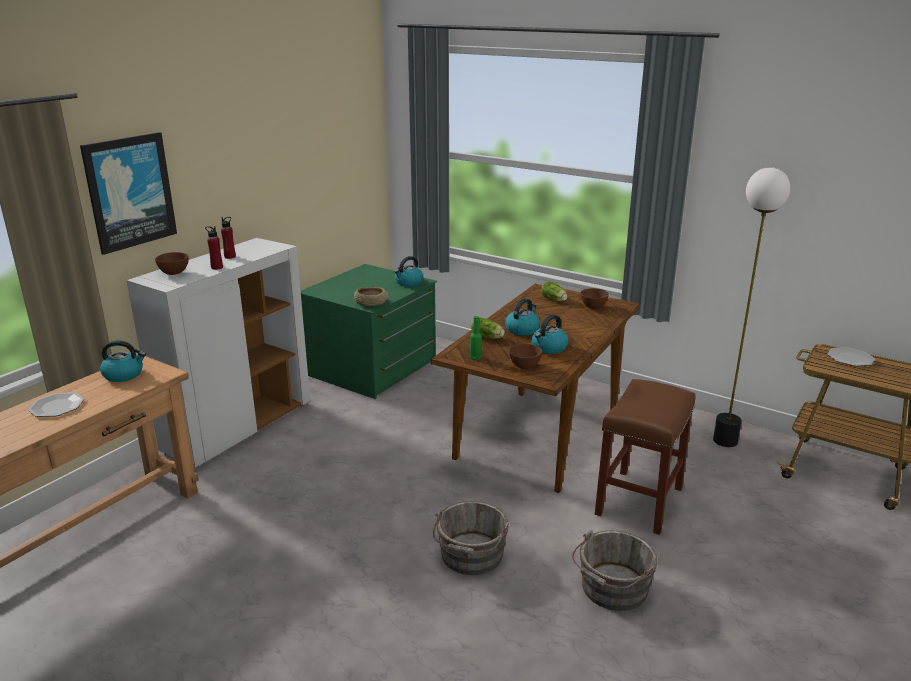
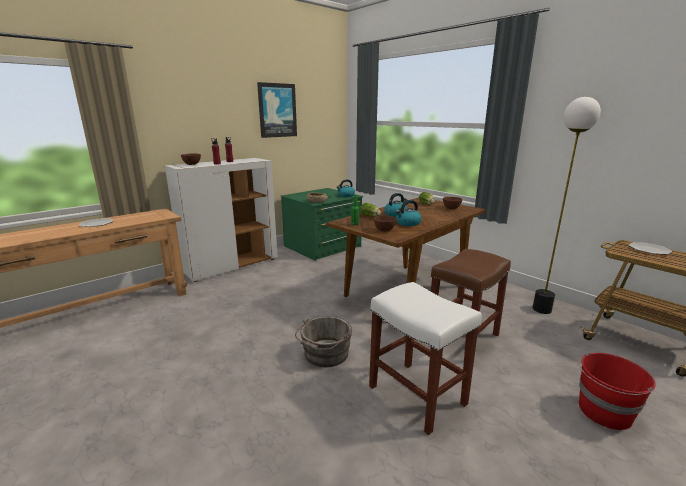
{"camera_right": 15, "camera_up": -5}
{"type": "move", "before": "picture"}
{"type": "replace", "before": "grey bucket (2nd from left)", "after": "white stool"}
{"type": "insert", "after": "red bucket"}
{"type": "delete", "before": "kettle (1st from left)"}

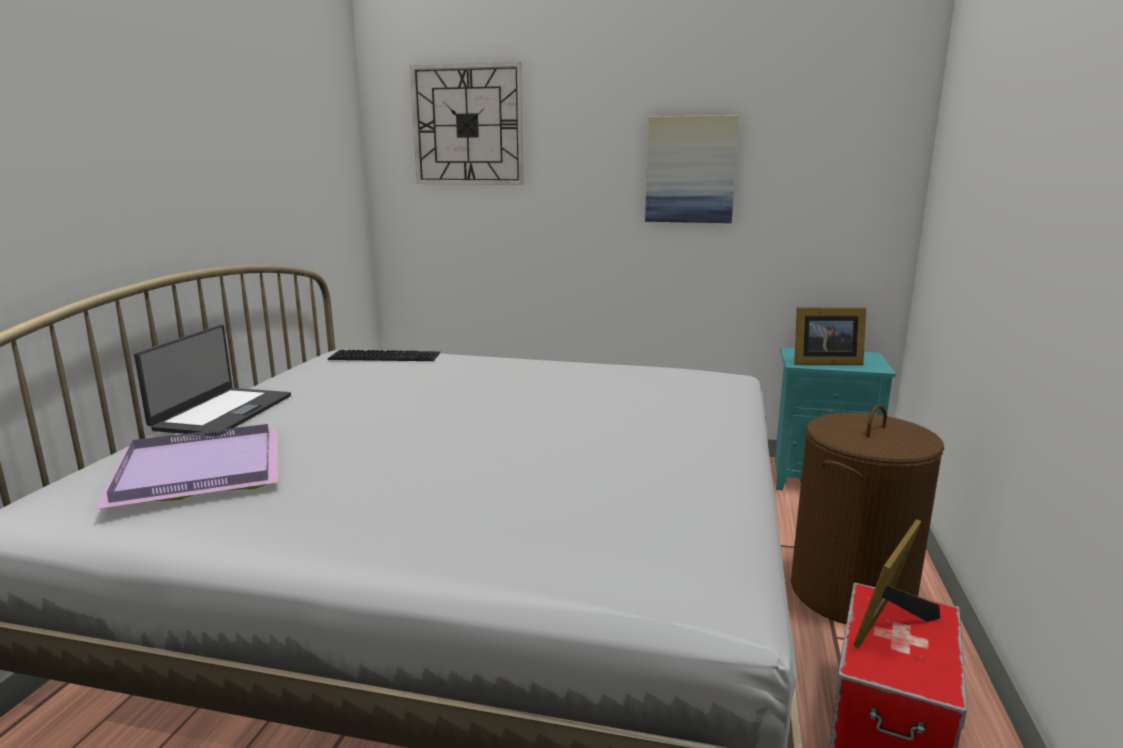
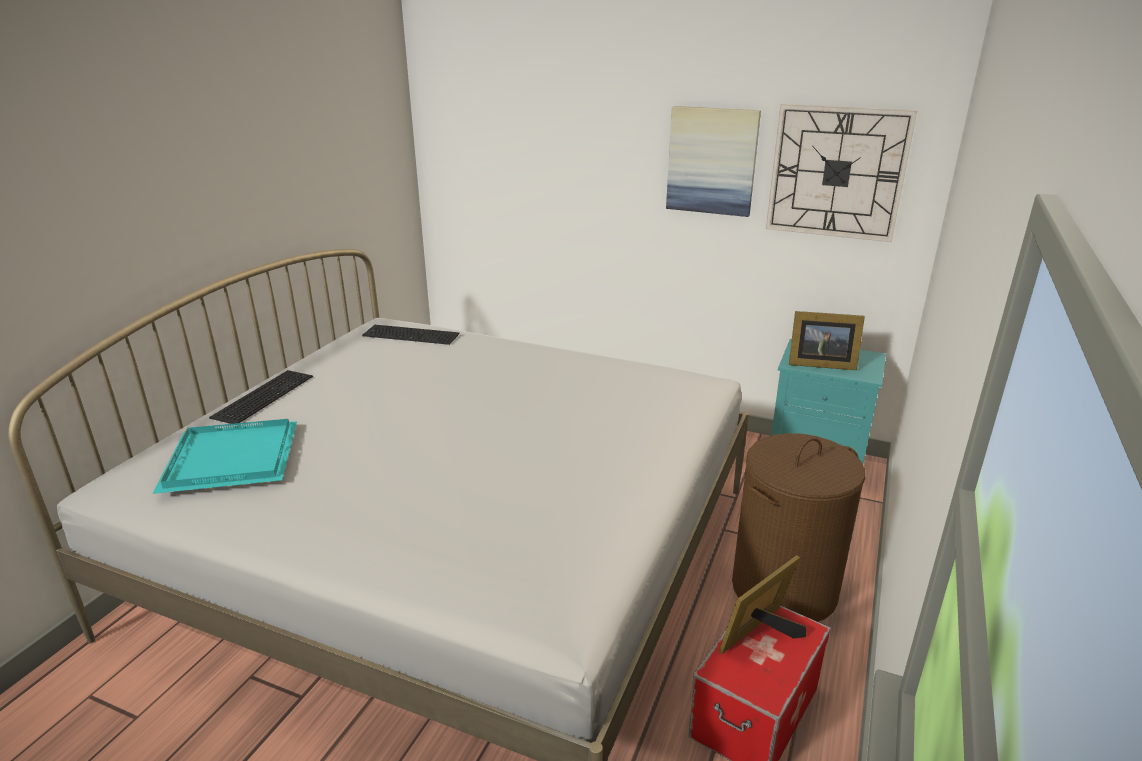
{"camera_right": 10, "camera_up": 10}
{"type": "recolor", "before": "purple tray", "after": "turquoise tray"}
{"type": "replace", "before": "laptop", "after": "keyboard (1st from left)"}
{"type": "move", "before": "wall clock"}

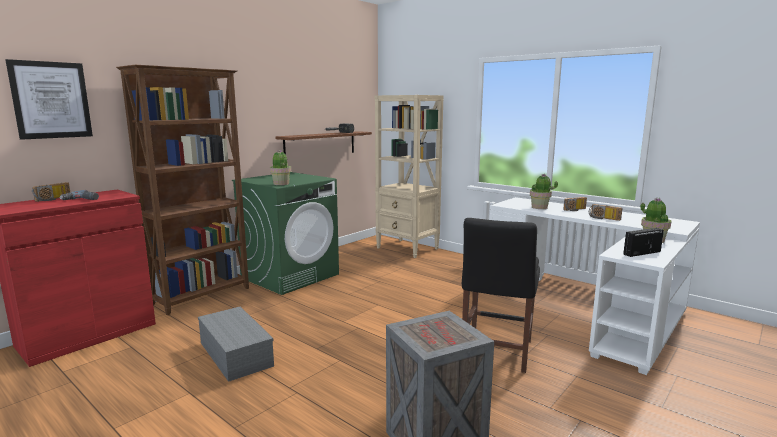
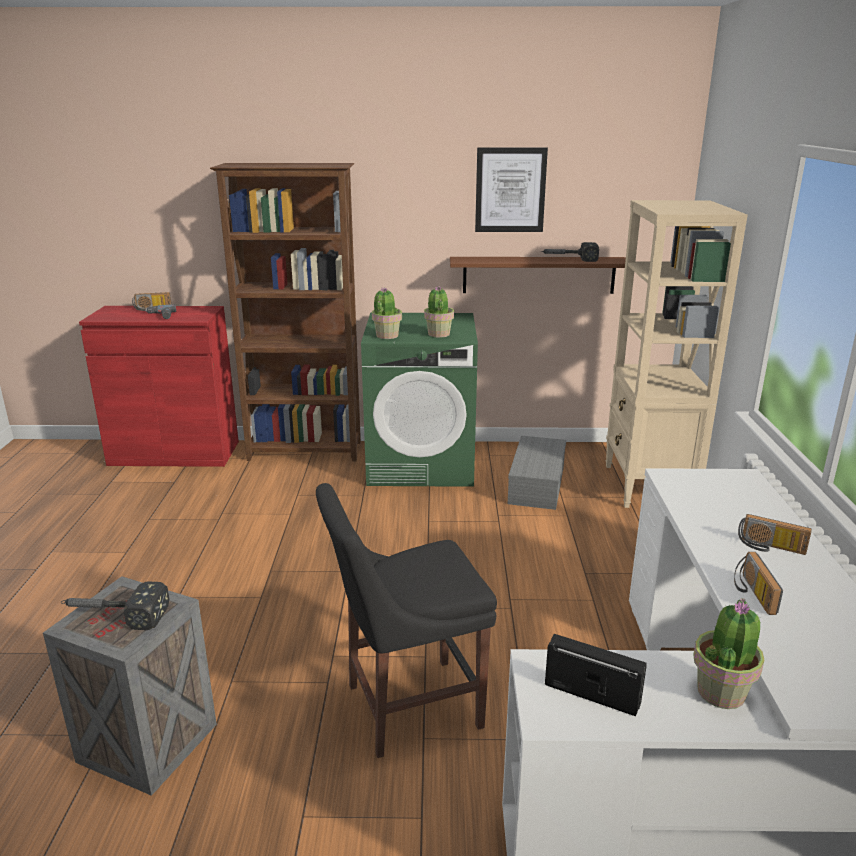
{"camera_right": 50, "camera_up": 10}
{"type": "insert", "after": "hammer (1st from left)"}
{"type": "move", "before": "potted plant (2nd from left)"}
{"type": "move", "before": "picture"}
{"type": "move", "before": "grey storage box"}

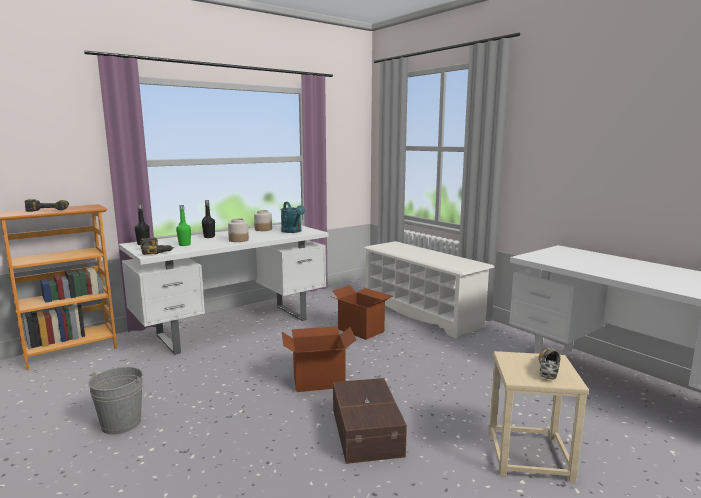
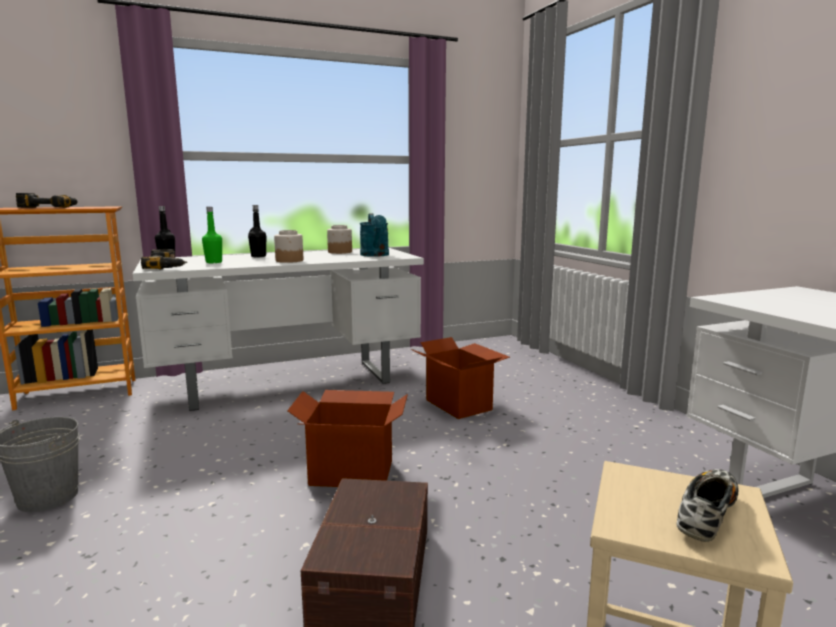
{"camera_right": 15, "camera_up": 0}
{"type": "delete", "before": "white shoe rack"}

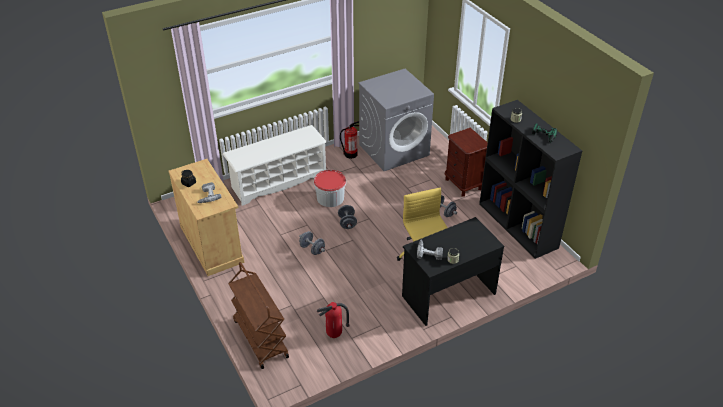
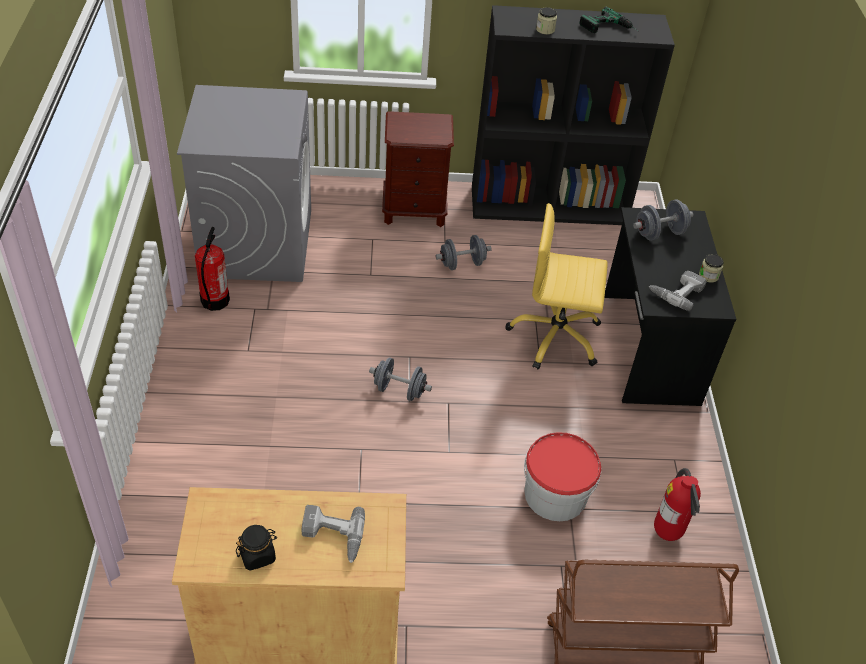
{"camera_right": -65, "camera_up": 5}
{"type": "move", "before": "bucket"}
{"type": "move", "before": "grey dumbbell (1st from left in the first image)", "after": "grey dumbbell (3rd from left)"}
{"type": "delete", "before": "white shoe rack"}

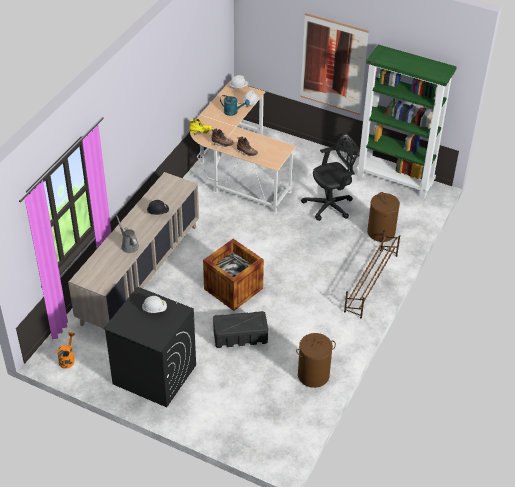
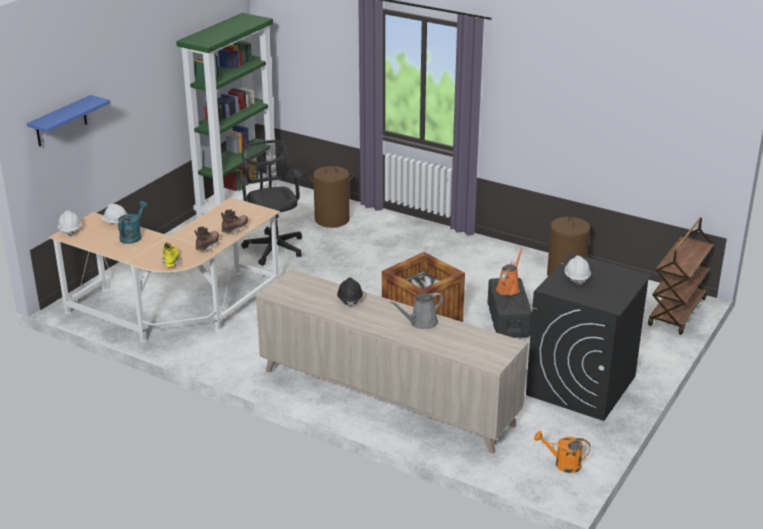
{"camera_right": -85, "camera_up": -15}
{"type": "insert", "after": "blue shelf"}
{"type": "insert", "after": "orange watering can (1st from left)"}
{"type": "insert", "after": "brown cart"}
{"type": "delete", "before": "picture"}
{"type": "delete", "before": "brown shoe rack"}

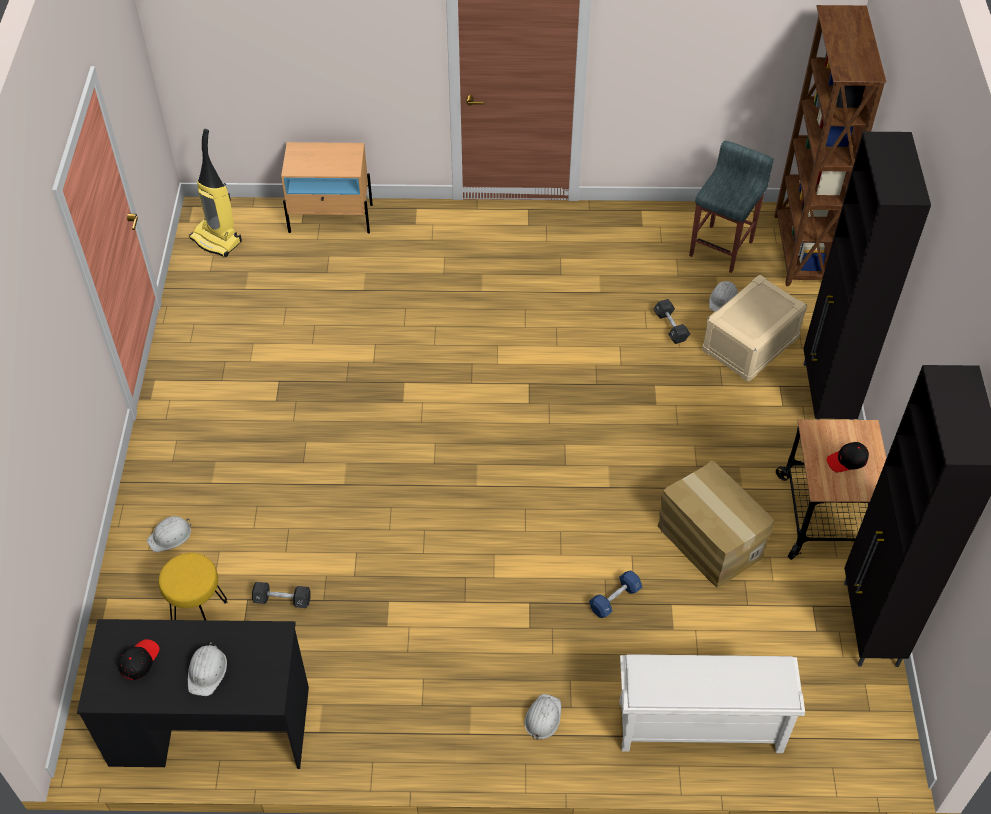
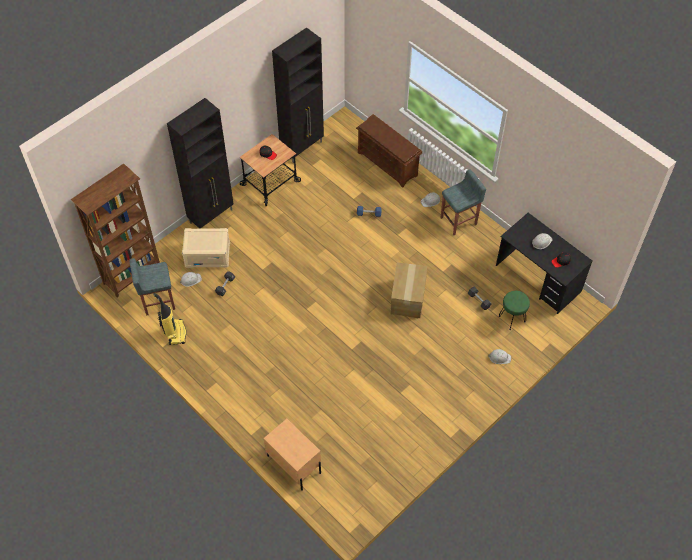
{"camera_right": -135, "camera_up": 5}
{"type": "move", "before": "vacuum cleaner"}
{"type": "recolor", "before": "white shoe rack", "after": "brown shoe rack"}
{"type": "move", "before": "cardboard box"}
{"type": "insert", "after": "grey stool (2nd from left)"}
{"type": "recolor", "before": "yellow stool", "after": "green stool"}

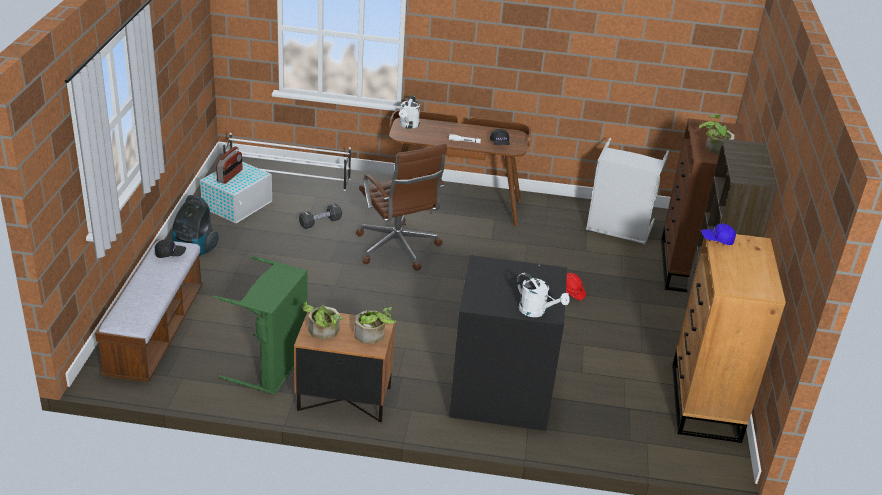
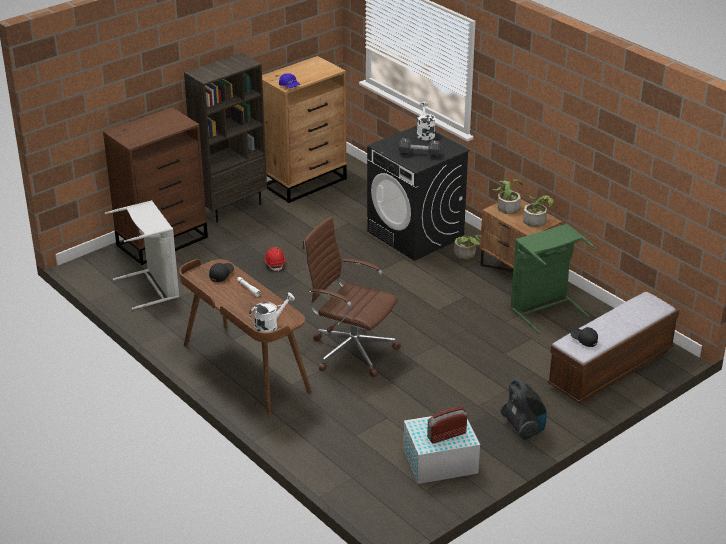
{"camera_right": -135, "camera_up": 0}
{"type": "rotate", "before": "brown office chair", "turn": -75}
{"type": "move", "before": "black dumbbell"}
{"type": "move", "before": "potted plant (3rd from left in the first image)", "after": "potted plant (1st from left)"}
{"type": "delete", "before": "white shoe rack"}

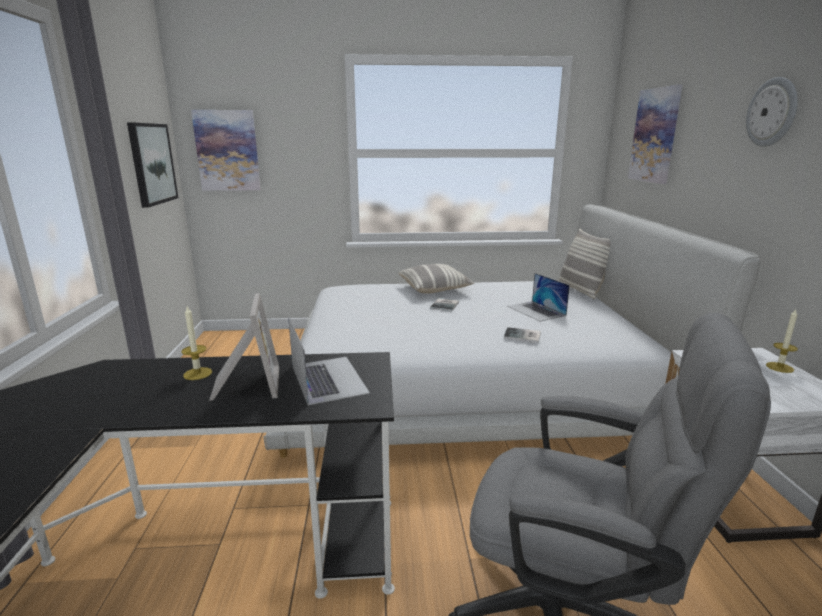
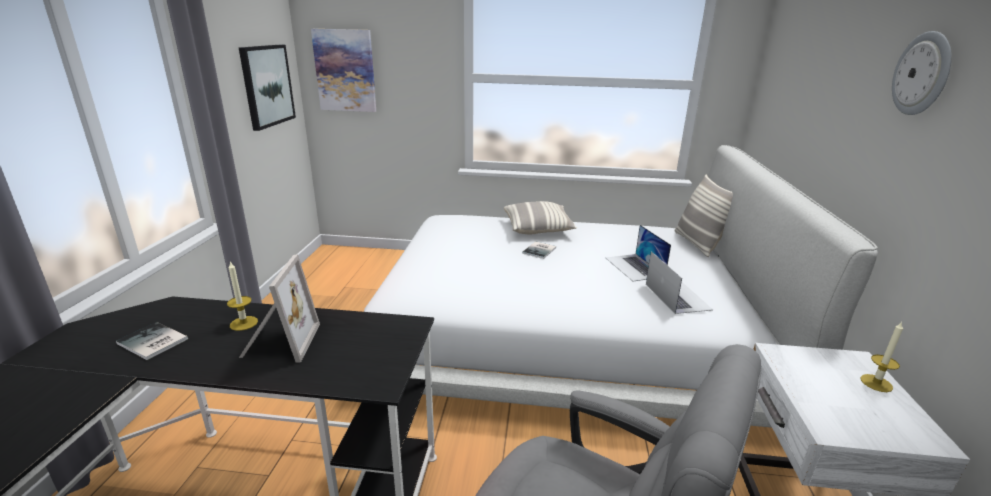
{"camera_right": 10, "camera_up": 5}
{"type": "move", "before": "book (2nd from left in the first image)", "after": "book (1st from left)"}
{"type": "move", "before": "laptop (1st from left in the first image)", "after": "laptop (2nd from left)"}
{"type": "delete", "before": "picture (3rd from left)"}

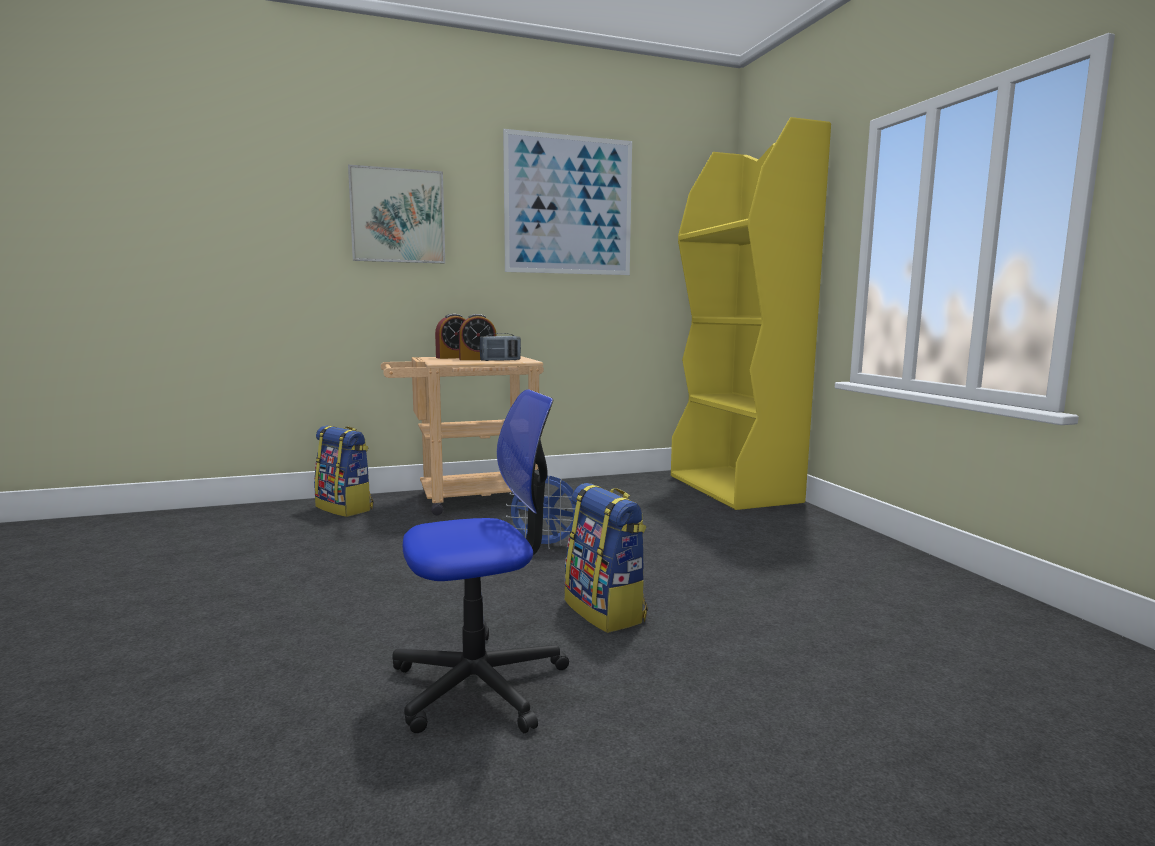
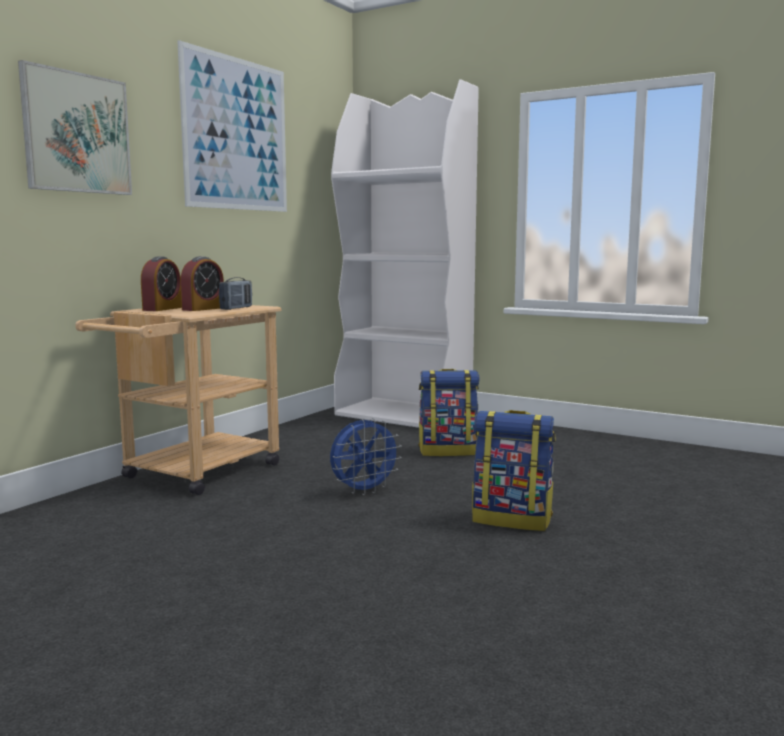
{"camera_right": -40, "camera_up": 0}
{"type": "recolor", "before": "yellow bookcase", "after": "white bookcase"}
{"type": "move", "before": "backpack (1st from left)"}
{"type": "delete", "before": "office chair"}

